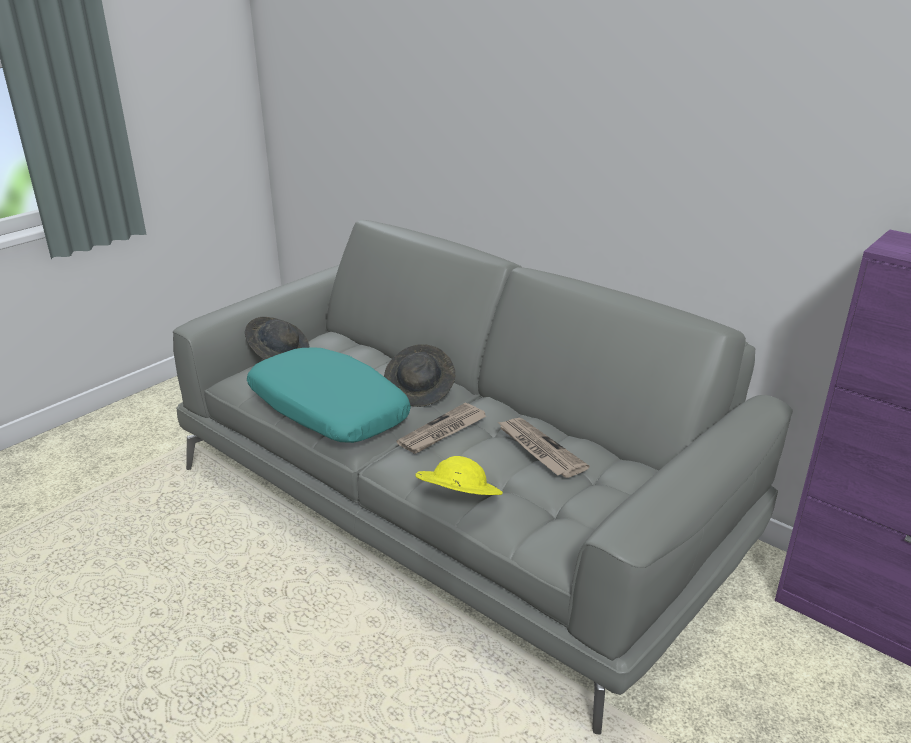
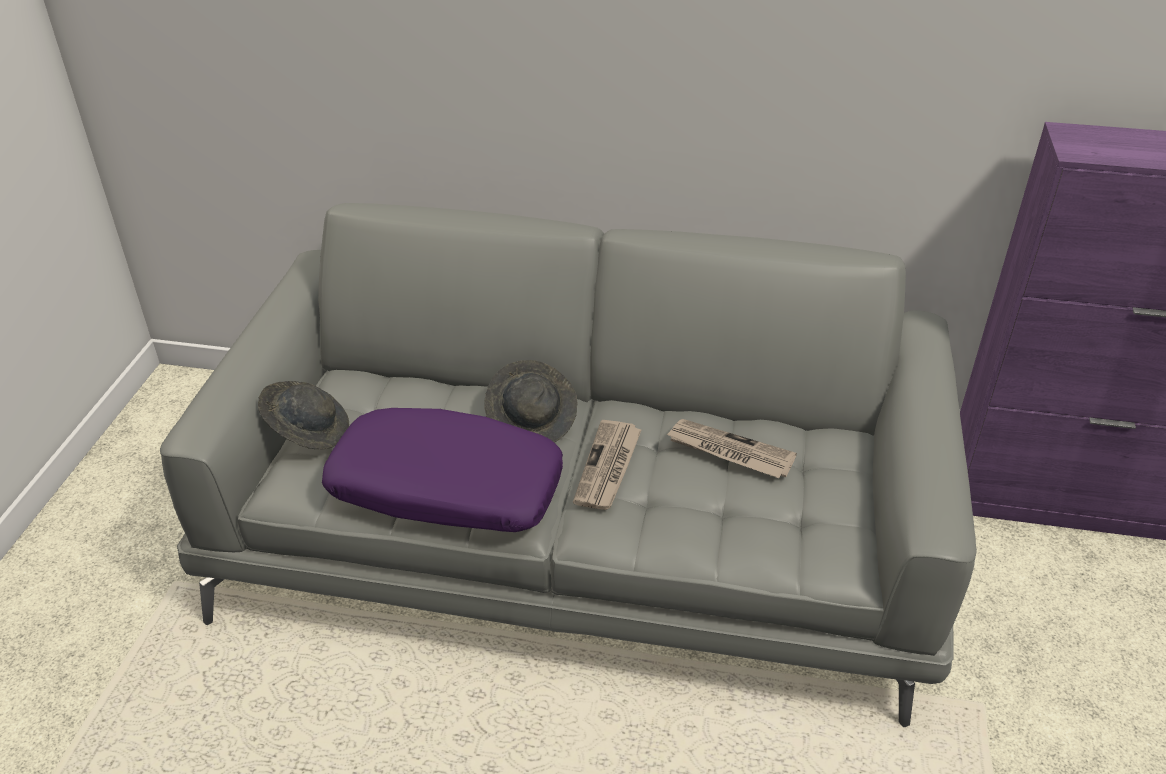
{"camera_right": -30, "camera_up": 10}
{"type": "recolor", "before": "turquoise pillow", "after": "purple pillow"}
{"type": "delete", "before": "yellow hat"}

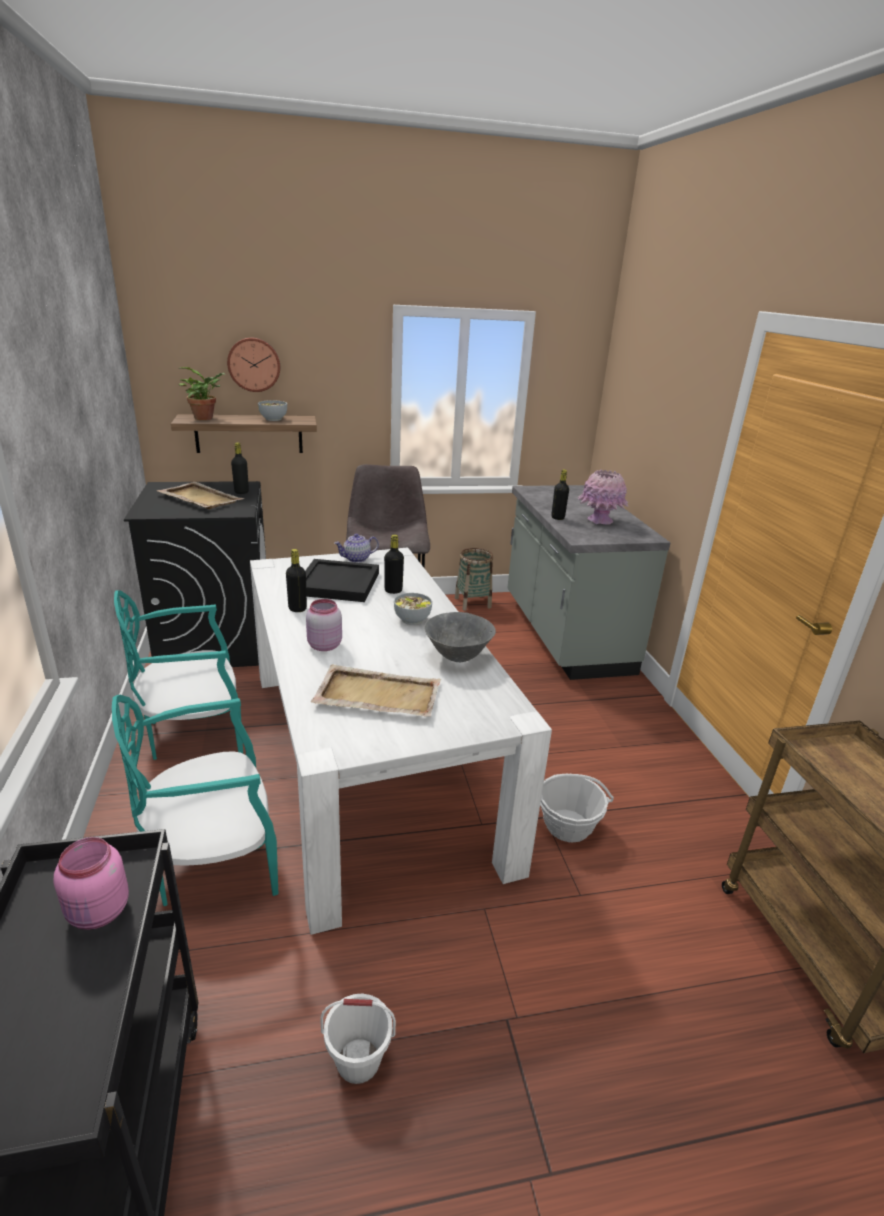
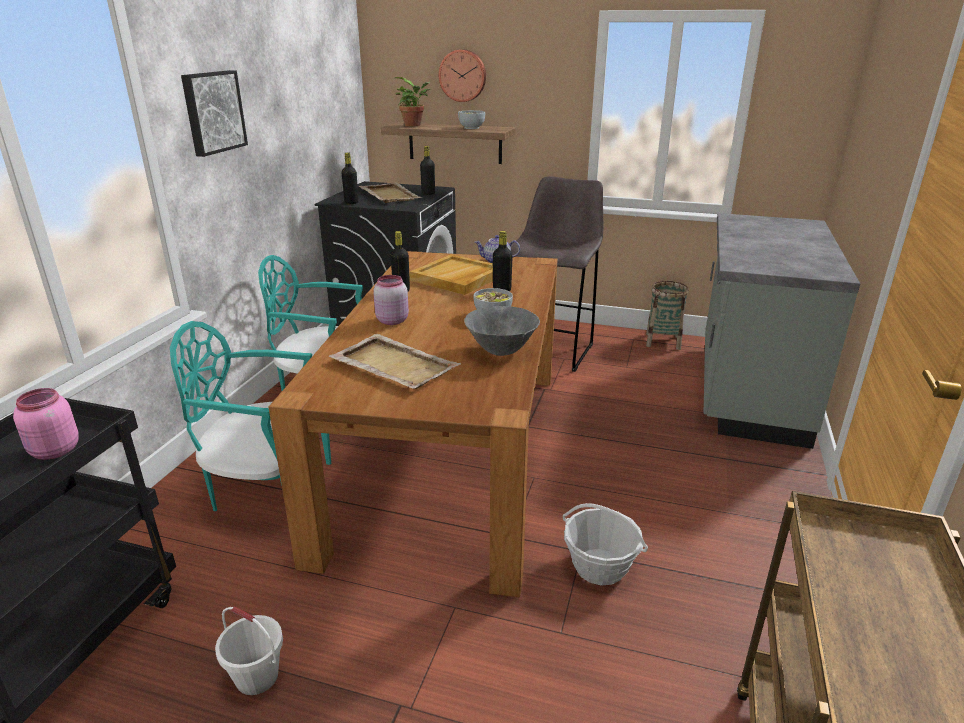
{"camera_right": 30, "camera_up": 0}
{"type": "insert", "after": "picture"}
{"type": "recolor", "before": "white dining table", "after": "brown dining table"}
{"type": "move", "before": "black bottle (4th from left in the first image)", "after": "black bottle (1st from left)"}
{"type": "recolor", "before": "black tray", "after": "beige tray (3rd from left)"}
{"type": "delete", "before": "pink vase"}

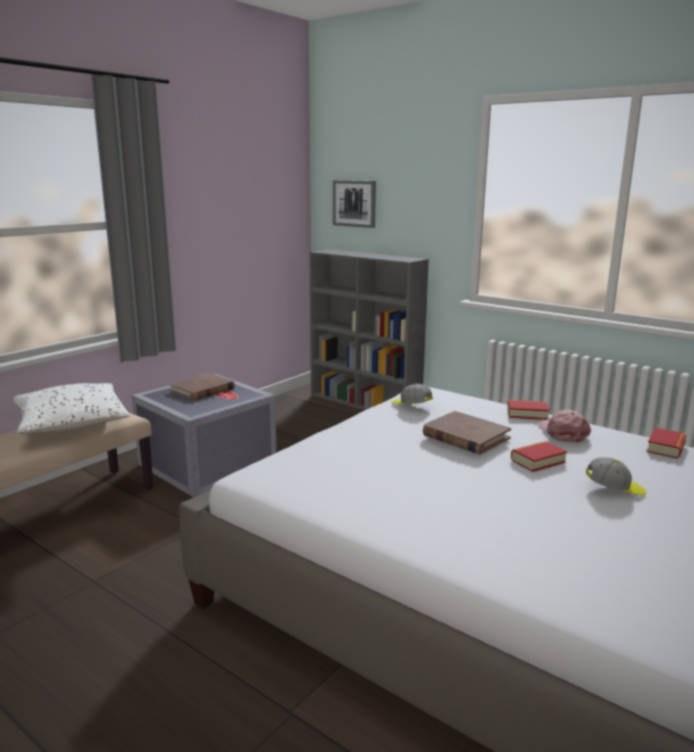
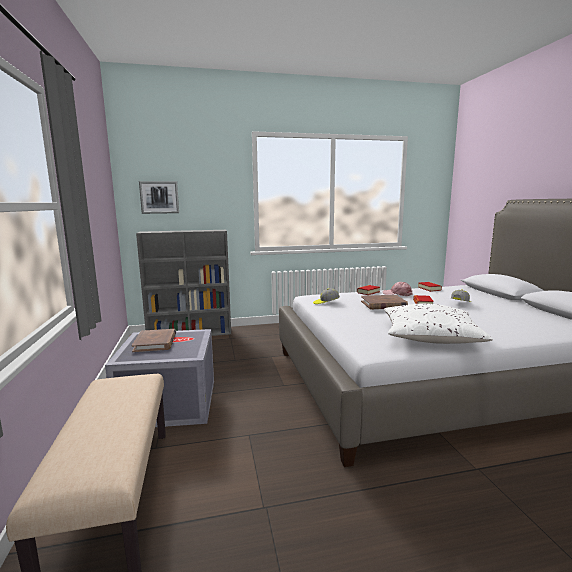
{"camera_right": -50, "camera_up": -5}
{"type": "move", "before": "white pillow"}

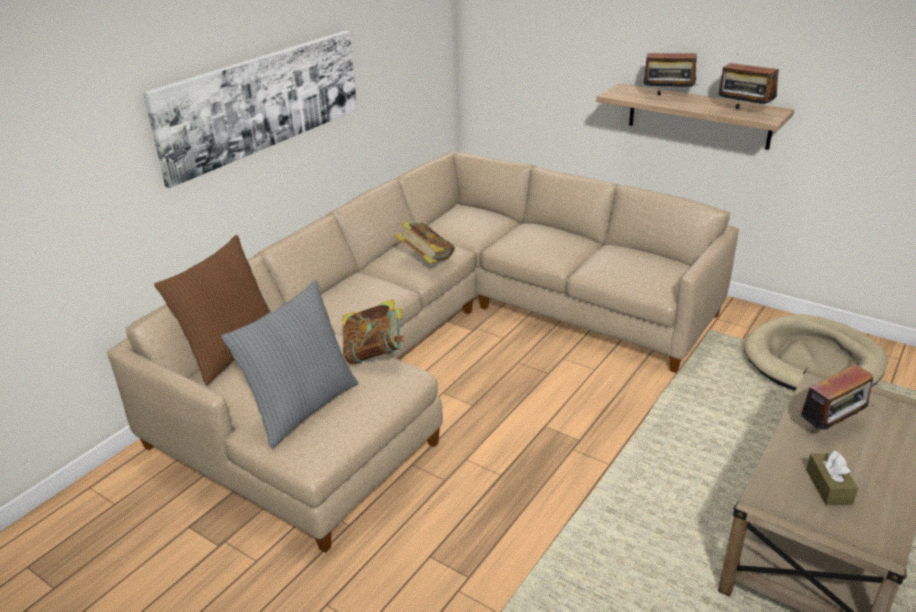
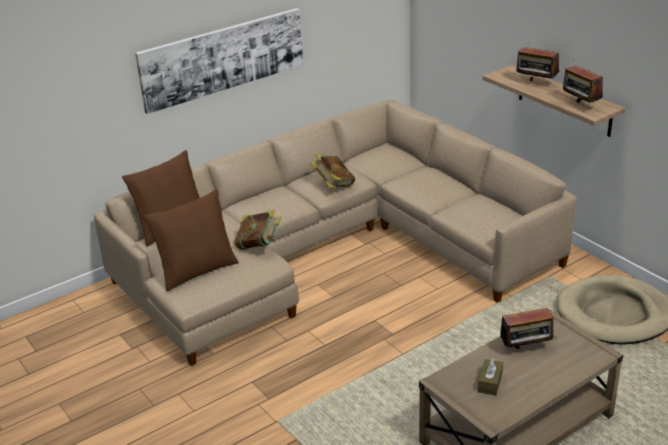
{"camera_right": 20, "camera_up": 0}
{"type": "recolor", "before": "grey pillow", "after": "brown pillow (2nd from left)"}

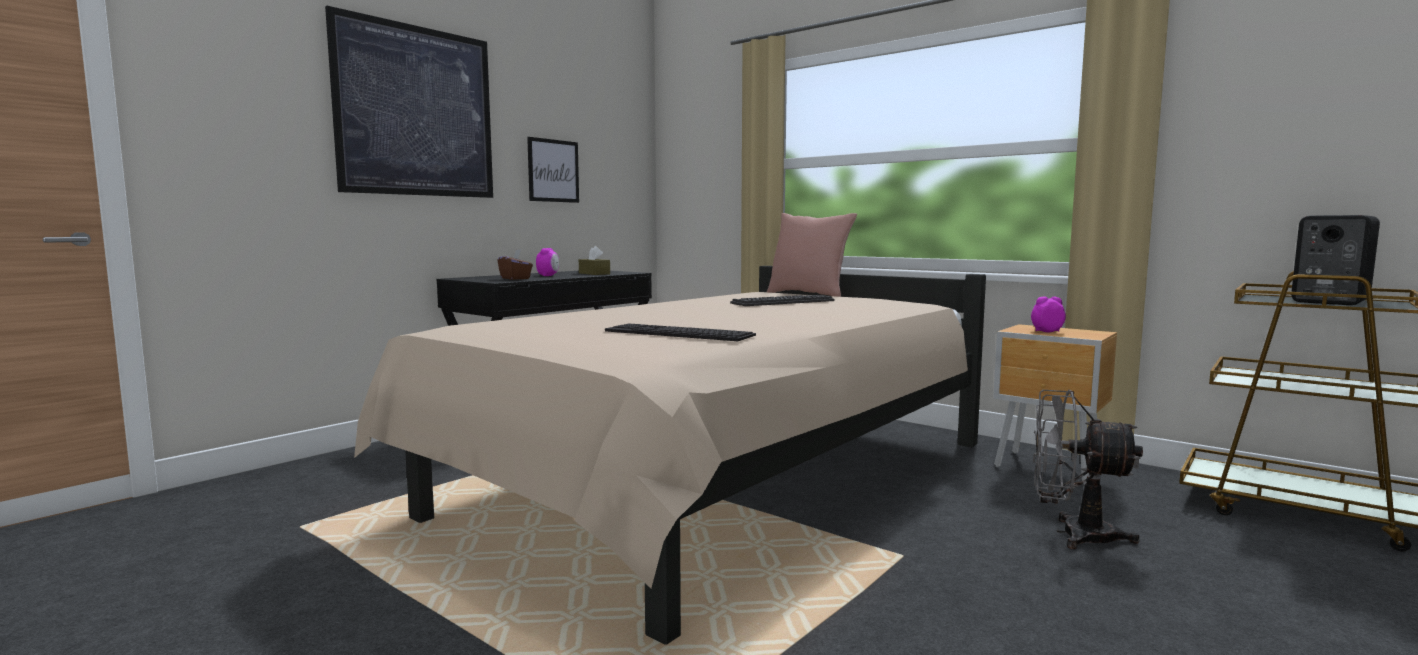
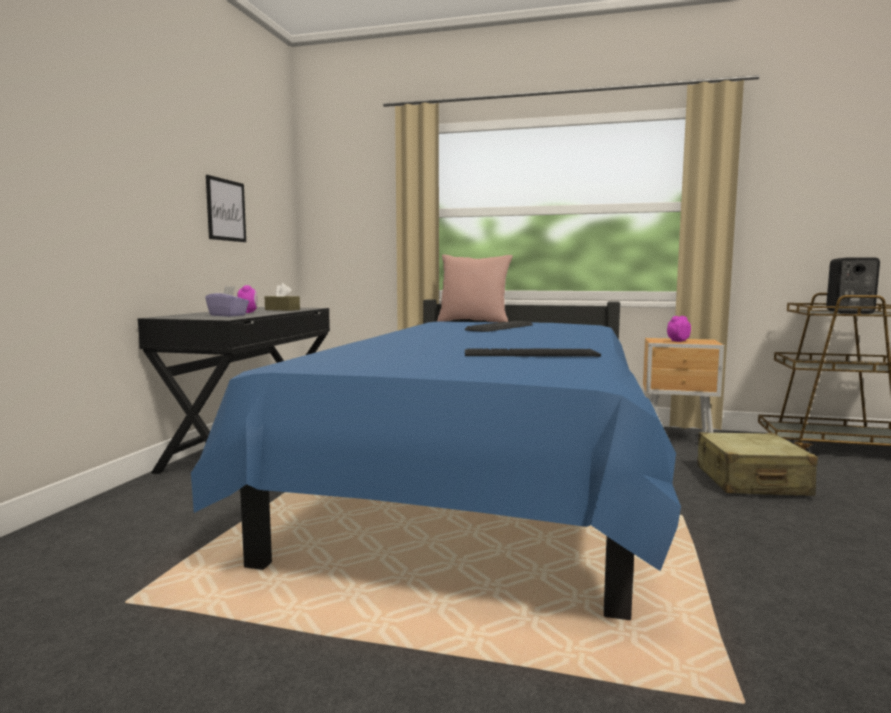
{"camera_right": -25, "camera_up": 0}
{"type": "recolor", "before": "beige bed", "after": "blue bed"}
{"type": "recolor", "before": "brown tissue box (1st from left)", "after": "purple tissue box"}
{"type": "replace", "before": "grey fan", "after": "beige suitcase"}
{"type": "delete", "before": "picture (1st from left)"}

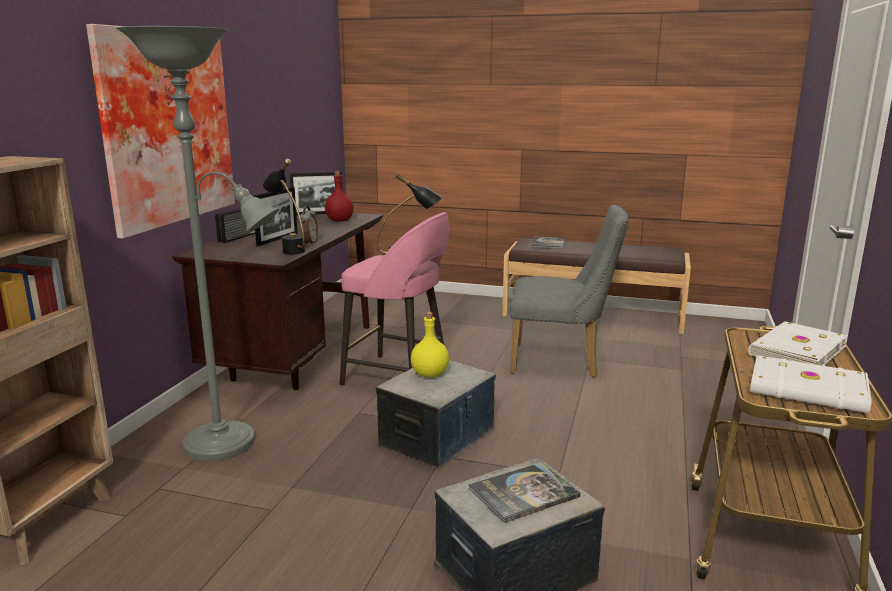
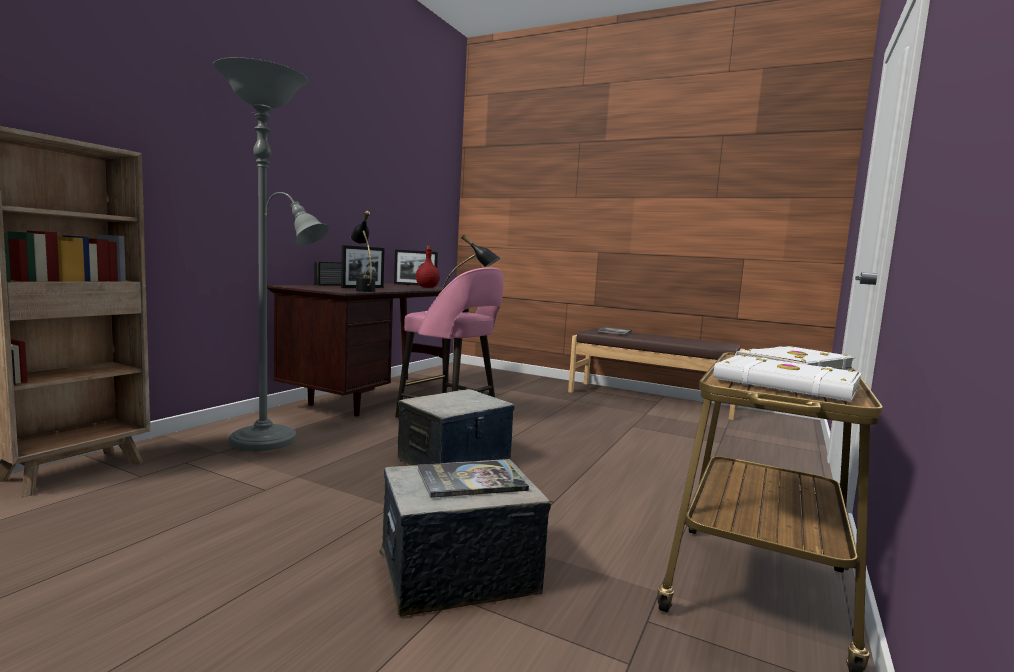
{"camera_right": 10, "camera_up": -10}
{"type": "delete", "before": "picture"}
{"type": "delete", "before": "alarm clock"}
{"type": "delete", "before": "yellow bottle"}
{"type": "delete", "before": "grey chair"}

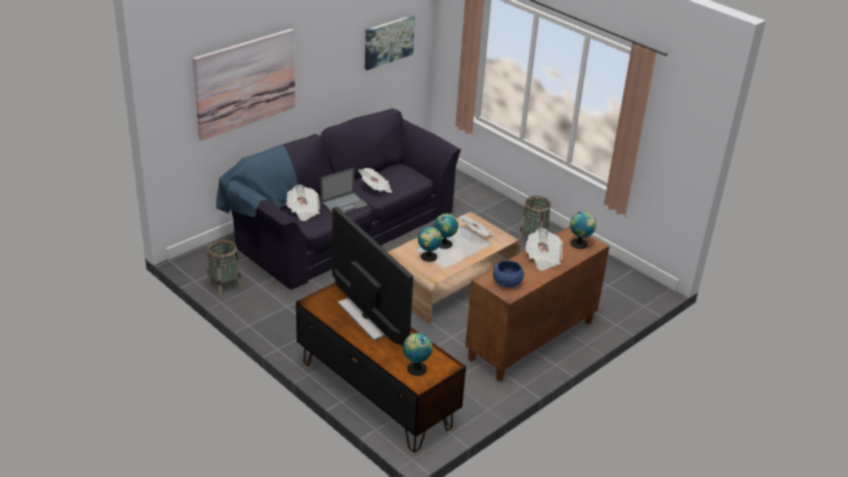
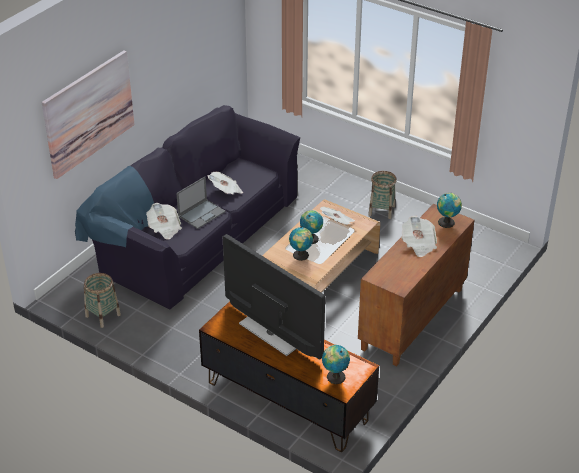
{"camera_right": -10, "camera_up": 5}
{"type": "delete", "before": "picture (2nd from left)"}
{"type": "delete", "before": "blue bowl"}

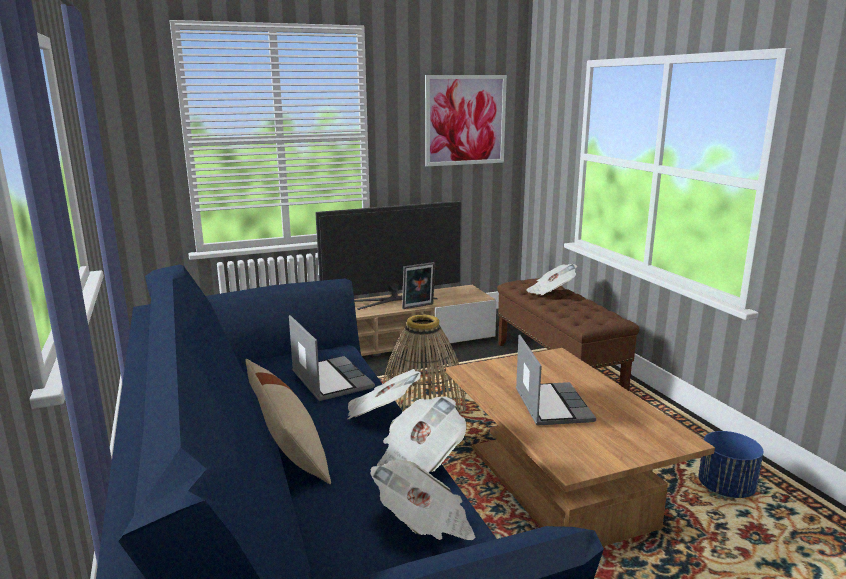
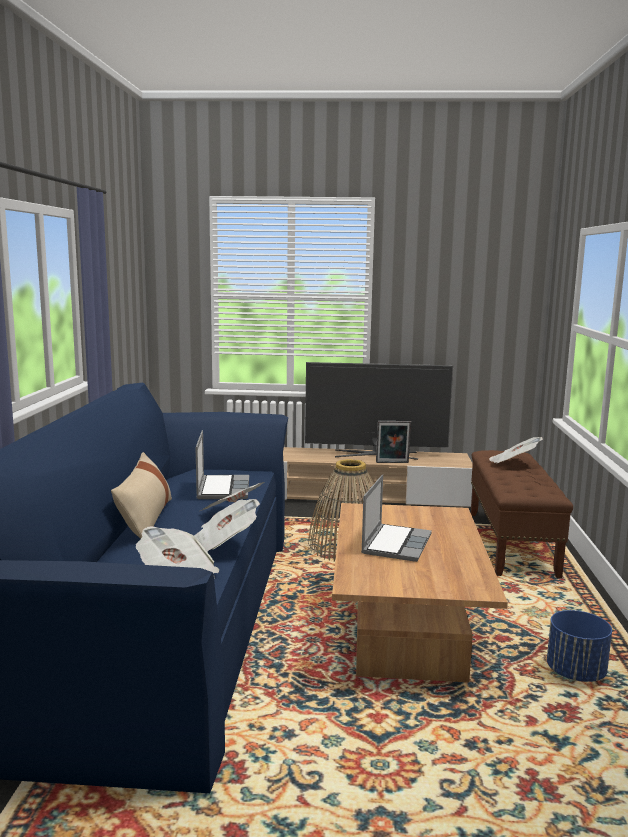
{"camera_right": 25, "camera_up": -5}
{"type": "delete", "before": "picture"}

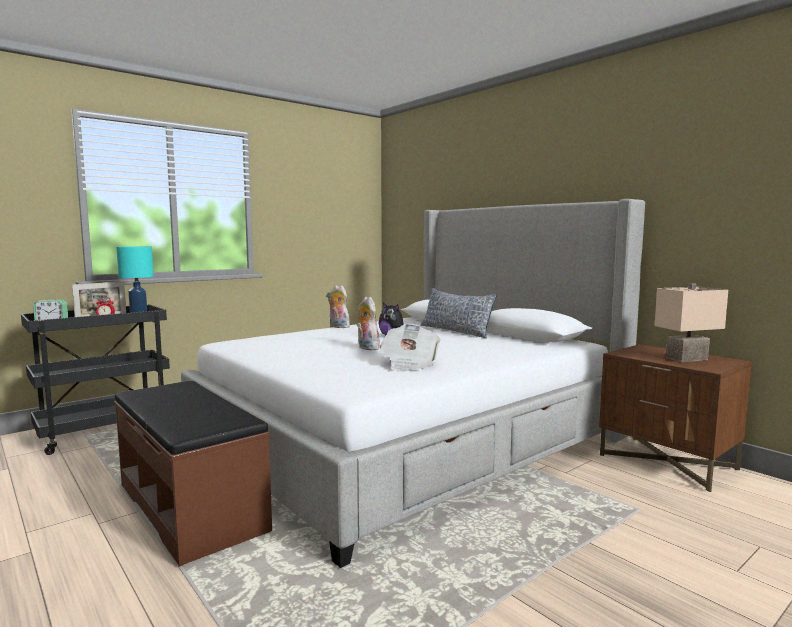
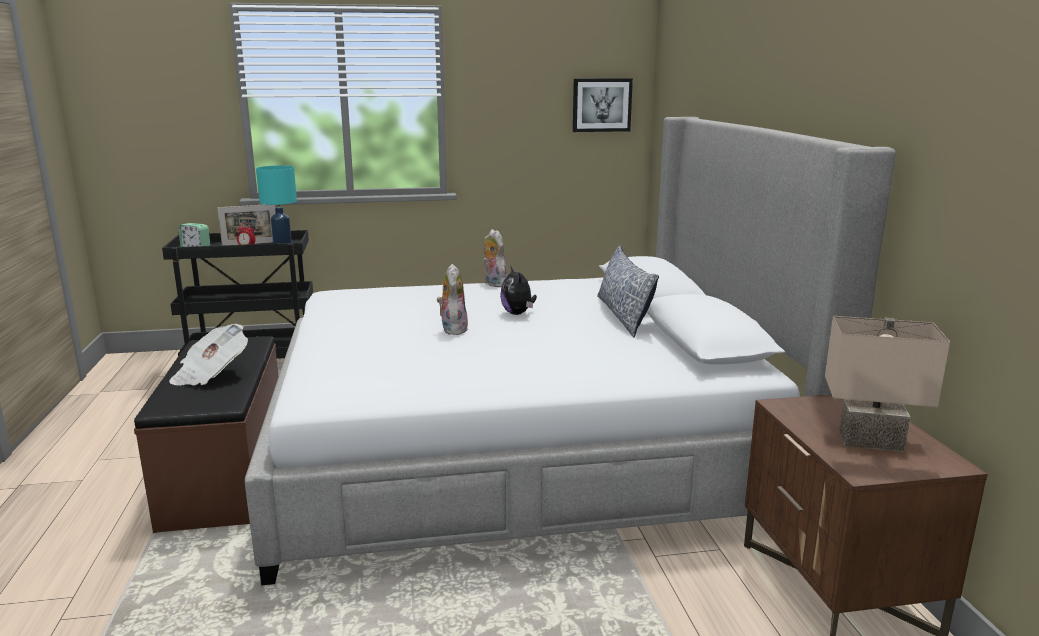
{"camera_right": 30, "camera_up": 10}
{"type": "move", "before": "newspaper"}
{"type": "insert", "after": "picture"}

